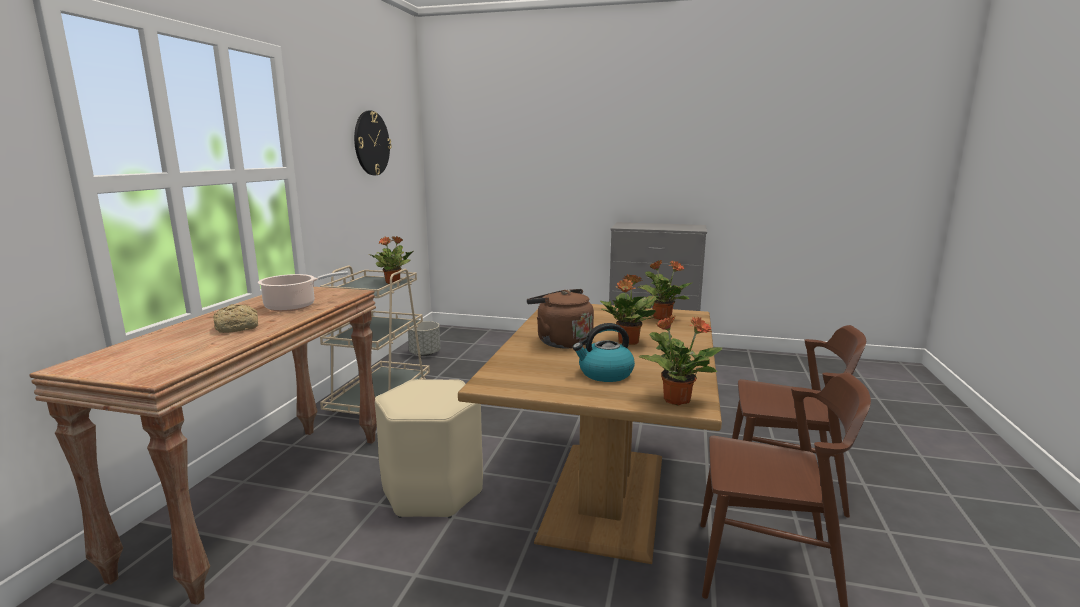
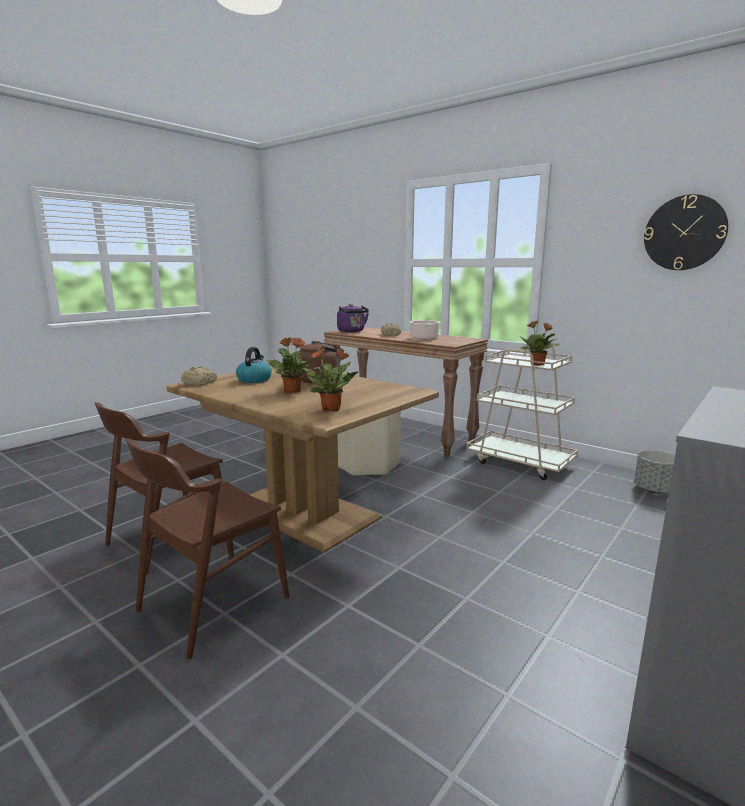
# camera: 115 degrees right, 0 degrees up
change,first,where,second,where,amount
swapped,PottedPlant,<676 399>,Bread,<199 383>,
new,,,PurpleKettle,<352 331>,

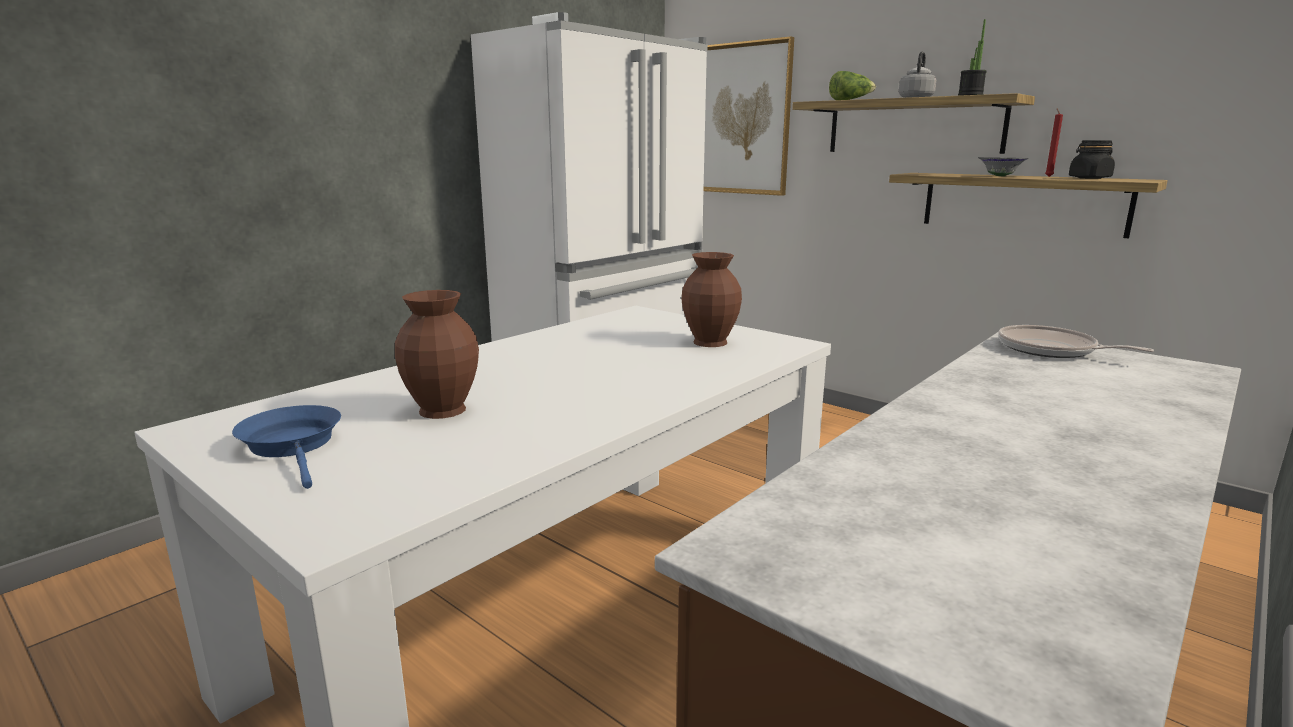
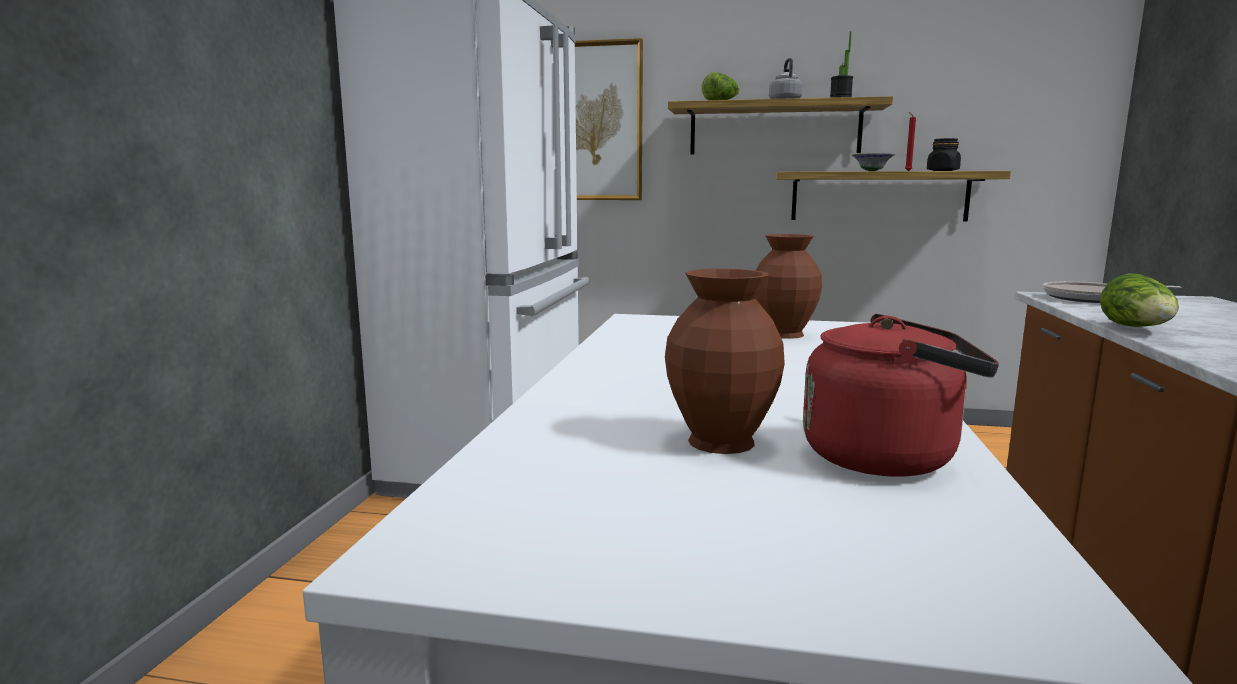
# camera: 30 degrees left, 5 degrees down
change,first,where,second,where,amount
new,,,RedKettle,<888 457>,
new,,,Lettuce,<1138 329>,
gone,BlueFryingPan,<293 445>,,,

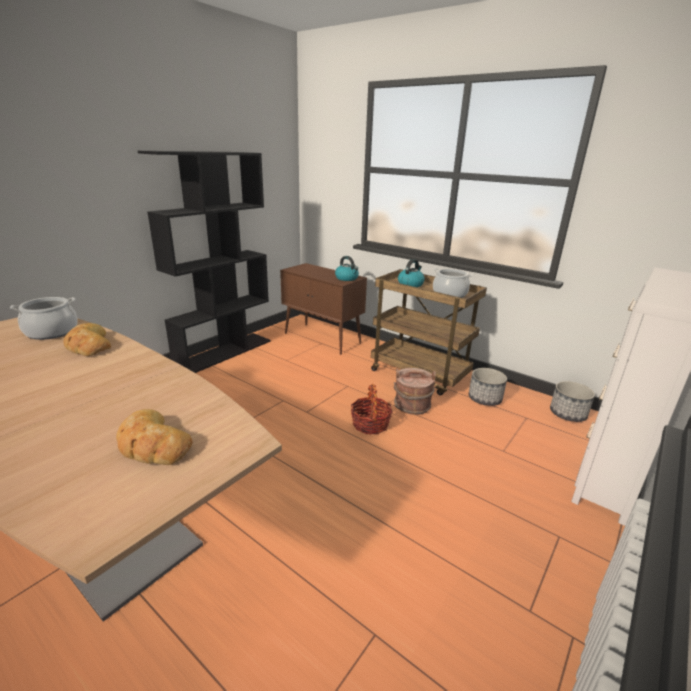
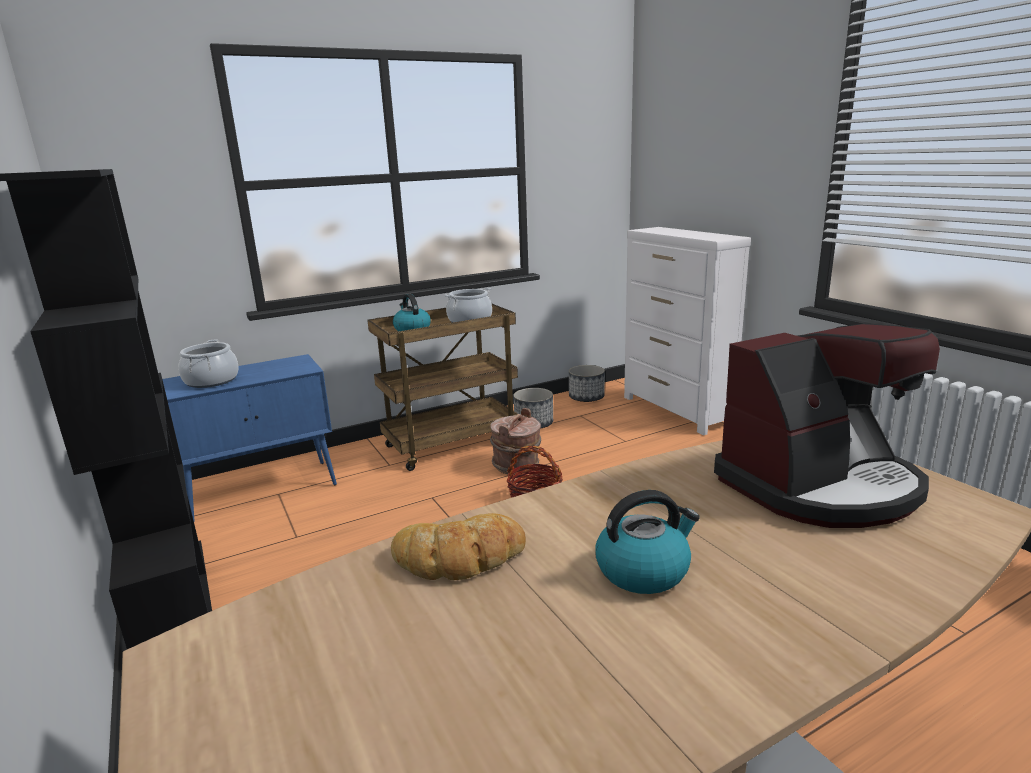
# camera: 65 degrees left, 5 degrees down
change,first,where,second,where,amount
repainted,BrownCabinet,<323 338>,BlueCabinet,<264 490>,
shifted,CookingPot,<52 332>,,<212 381>,
shifted,Kettle,<347 278>,,<643 570>,
swapped,Bread,<152 444>,CoffeeMachine,<820 485>,

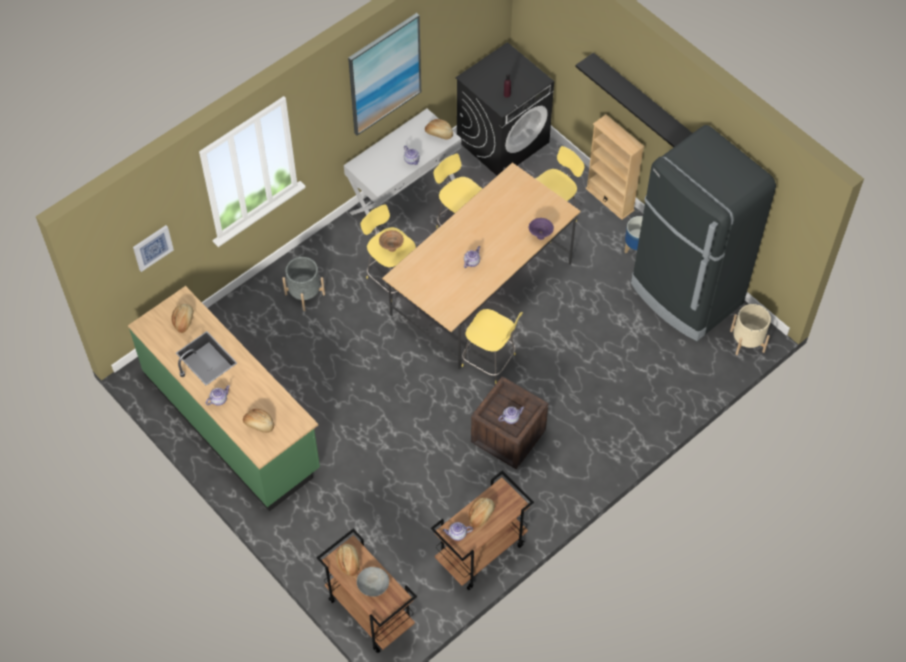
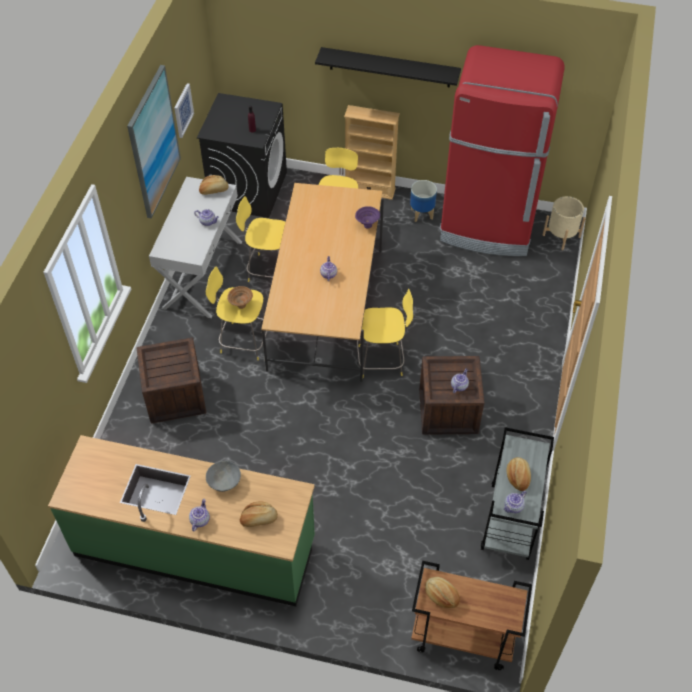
# camera: 35 degrees left, 5 degrees down
change,first,where,second,where,amount
swapped,GreyPlanter,<305 294>,Crate,<175 396>,
shifted,Picture,<152 247>,,<183 110>,
shifted,GreyBowl,<373 586>,,<224 482>,
repainted,BlackFridge,<686 295>,RedFridge,<488 227>,
repainted,BrownCart,<480 553>,GreyCart,<510 521>,
gone,Bread,<184 321>,,,

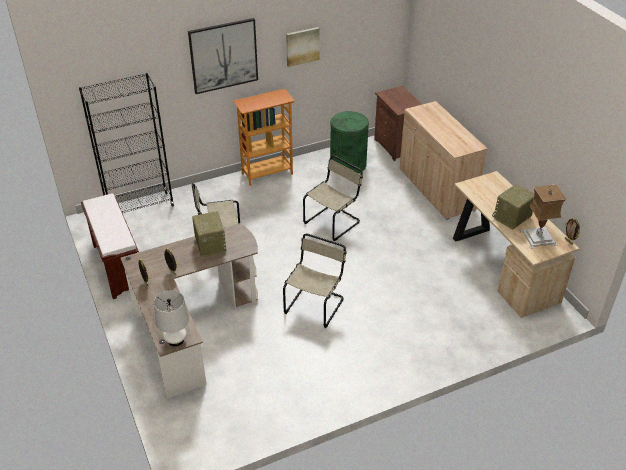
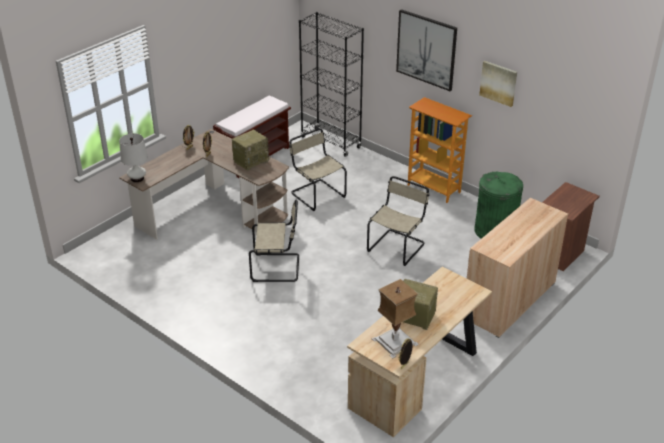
# camera: 65 degrees right, 5 degrees down
change,first,where,second,where,amount
rotated,BeigeChair,<333 222>,,<397 246>,75 degrees counterclockwise

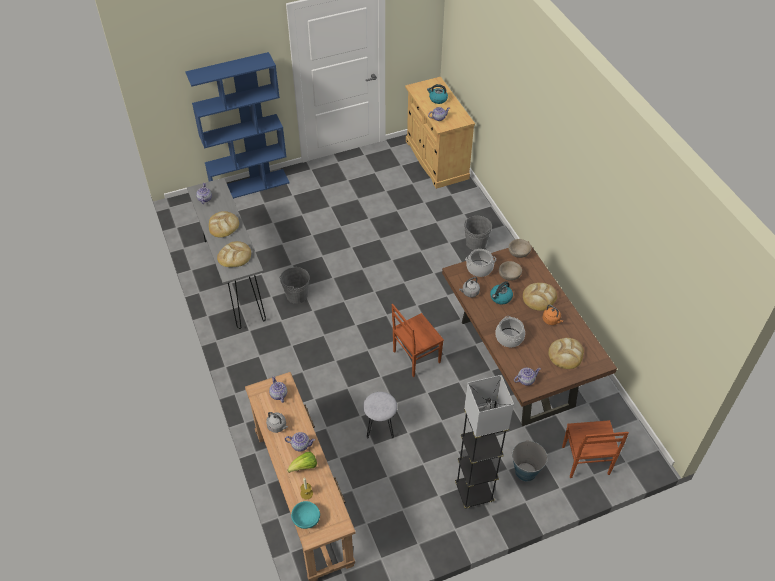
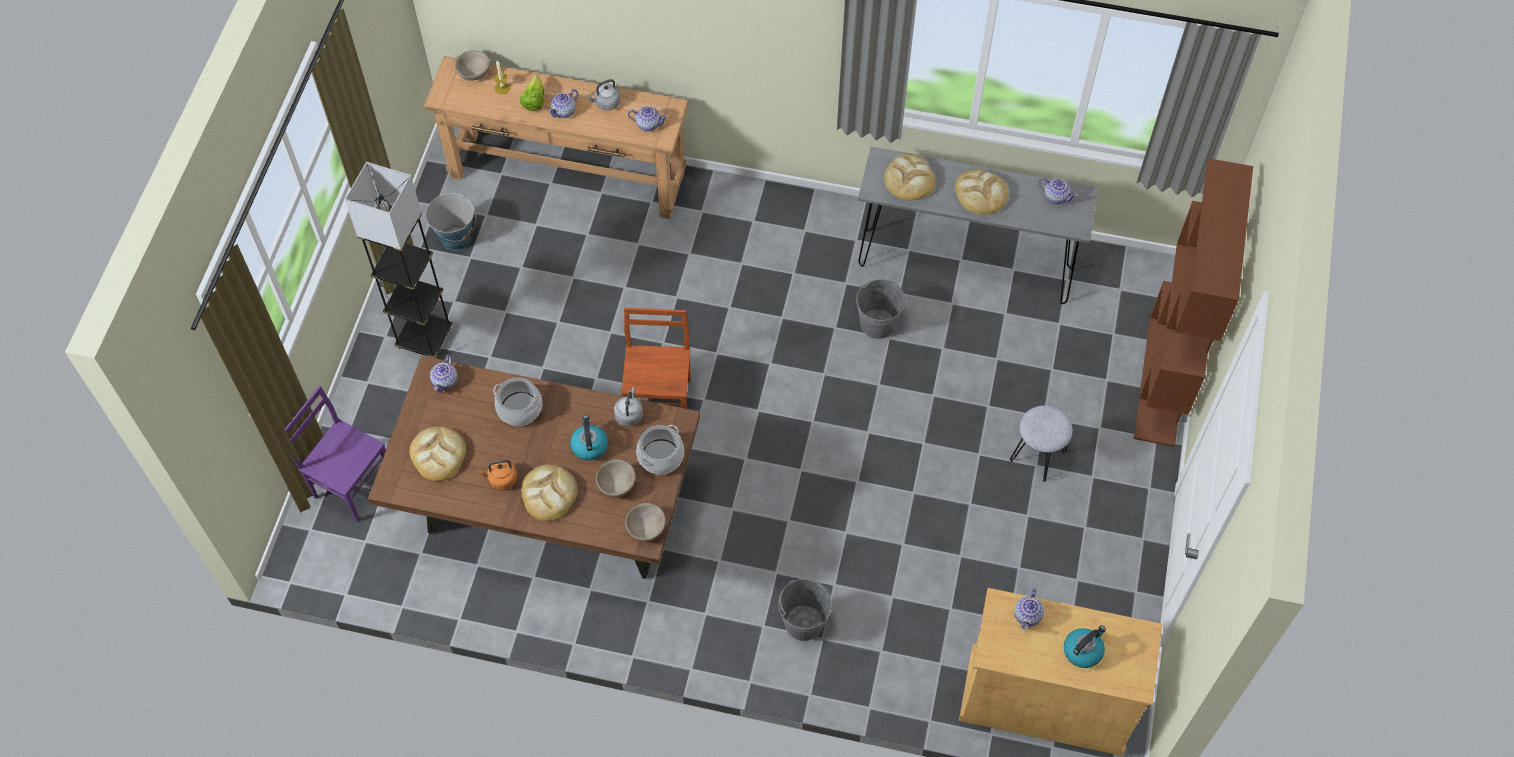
# camera: 125 degrees right, 10 degrees up
change,first,where,second,where,amount
repainted,BrownChair,<585 461>,PurpleChair,<353 484>,
shifted,Bucket,<525 471>,,<456 238>,
repainted,TurquoiseBowl,<306 519>,BeigeBowl,<474 73>,
shifted,GreyStool,<380 426>,,<1038 456>,
repainted,BlueBookcase,<250 185>,BrownBookcase,<1162 381>,

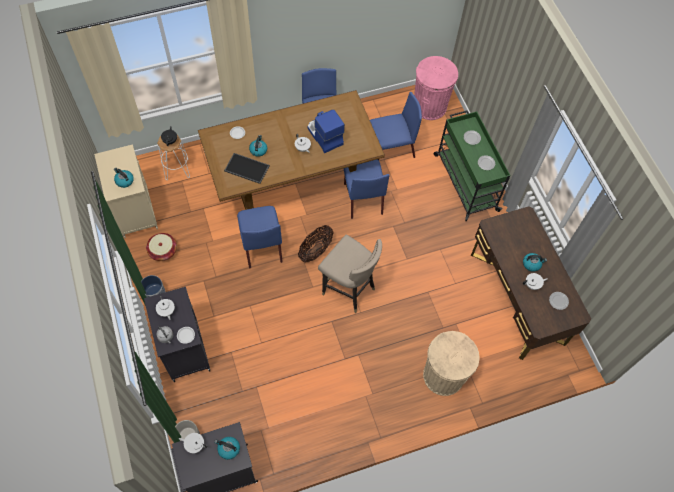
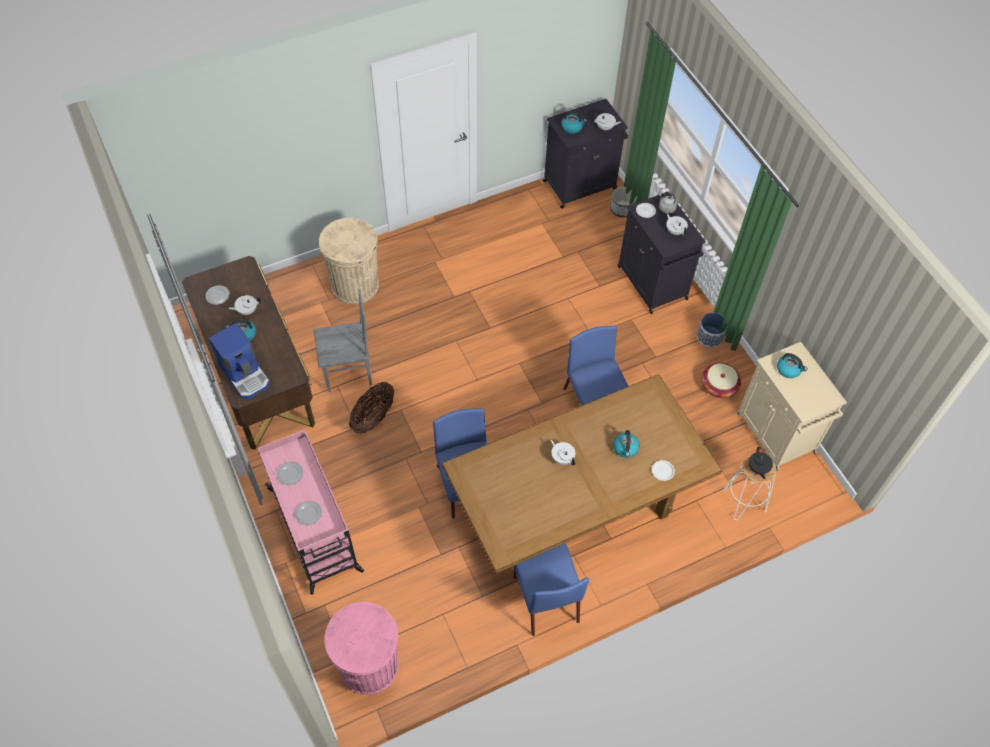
# camera: 175 degrees right, 5 degrees down
change,first,where,second,where,amount
shifted,CoffeeMachine,<324 136>,,<245 374>,
repainted,GreenCart,<465 181>,PinkCart,<315 531>,
new,,,GreyChair,<348 373>,
shifted,Basket,<315 250>,,<373 417>,
gone,Tray,<246 169>,,,
gone,BeigeStool,<348 289>,,,
gone,BlueChair,<390 149>,,,

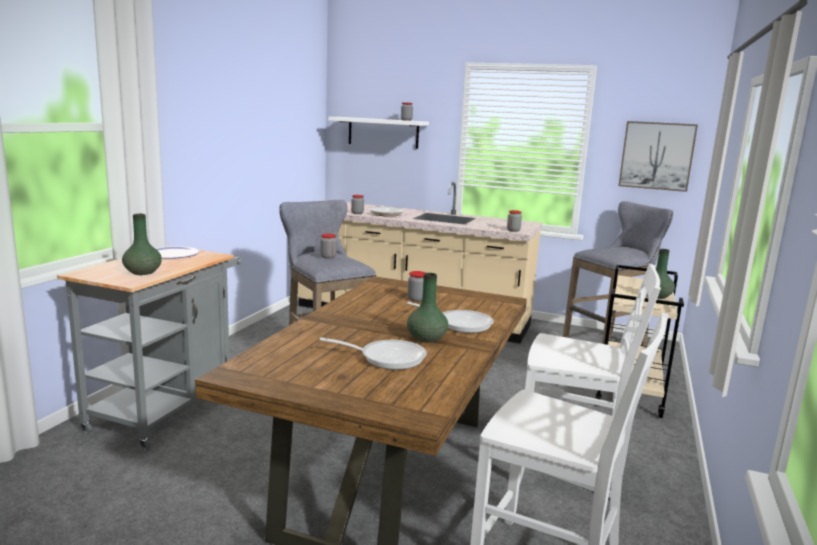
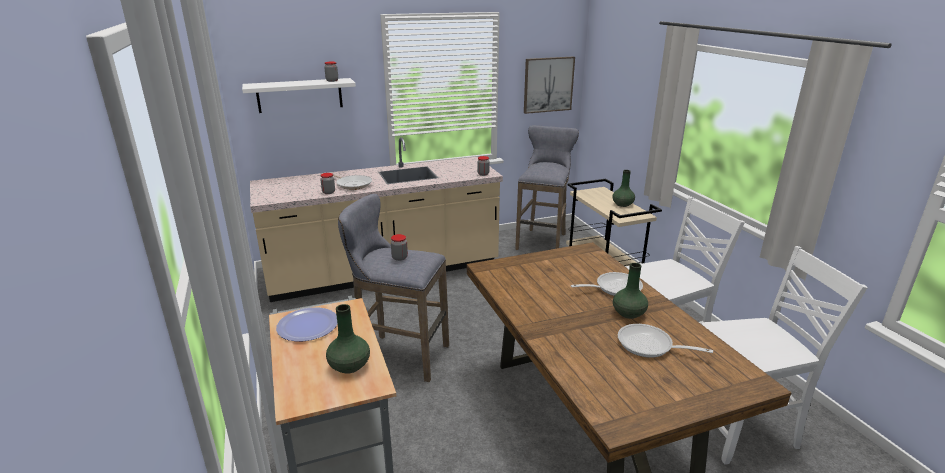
# camera: 40 degrees left, 10 degrees up
change,first,where,second,where,amount
rotated,FryingPan,<387 358>,,<649 346>,120 degrees counterclockwise
gone,Jar,<416 299>,,,

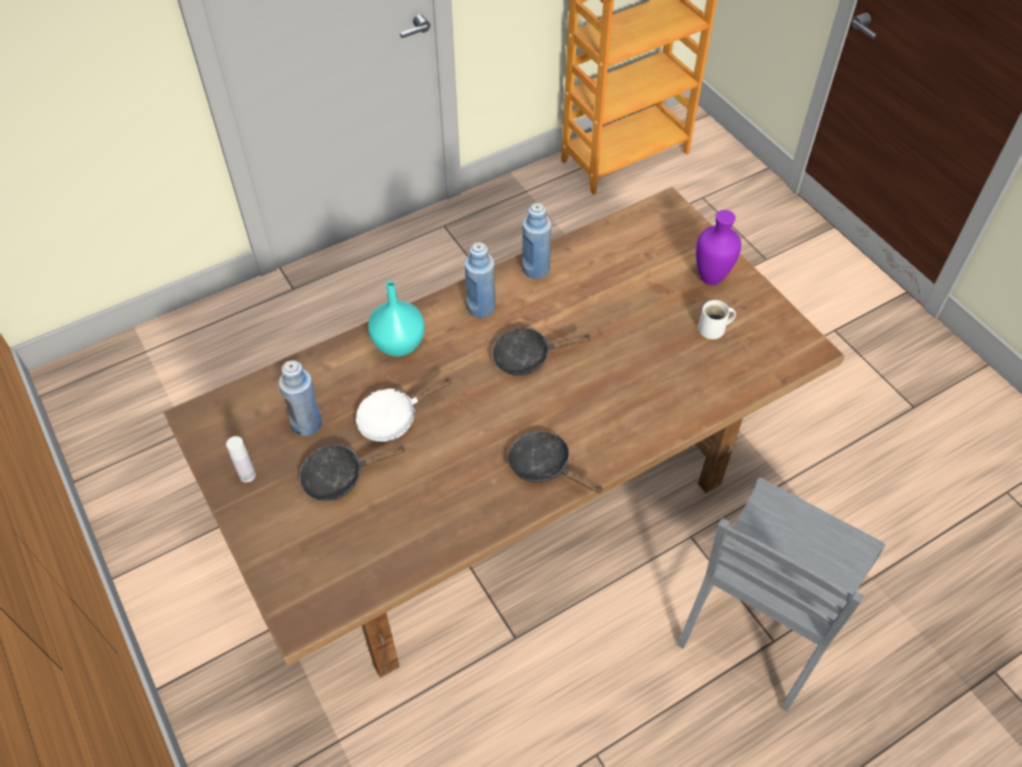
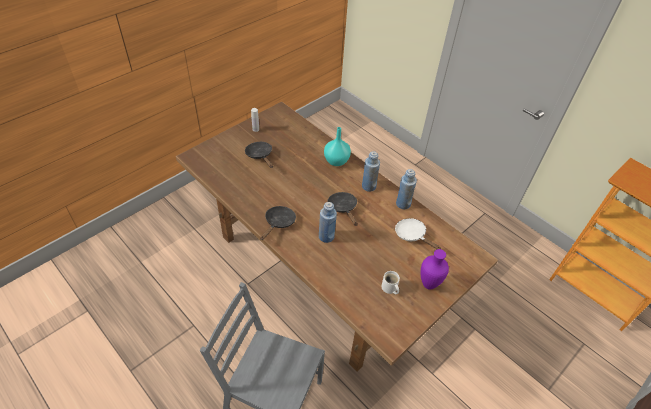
# camera: 75 degrees right, 5 degrees down
change,first,where,second,where,amount
shifted,BlueBottle,<307 423>,,<326 236>,
shifted,WhiteFryingPan,<393 418>,,<412 235>,

